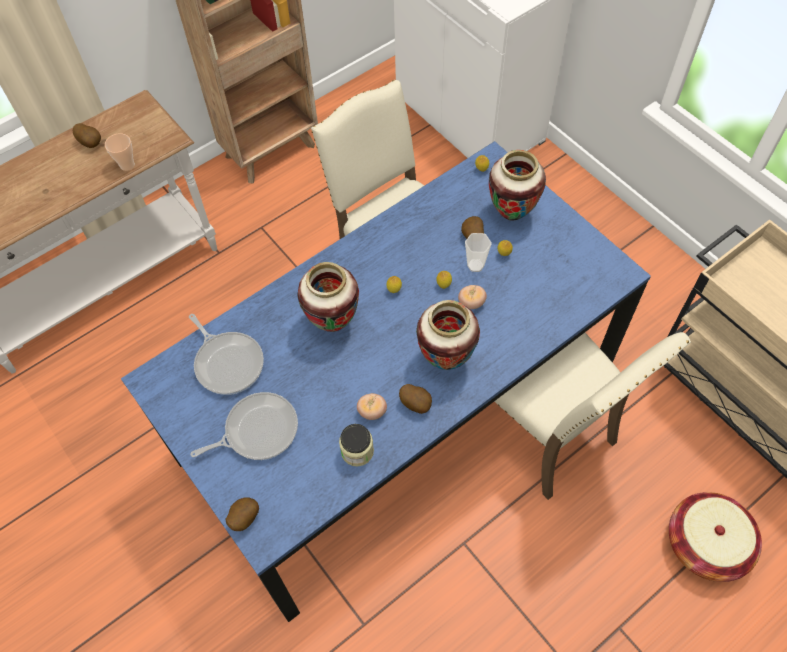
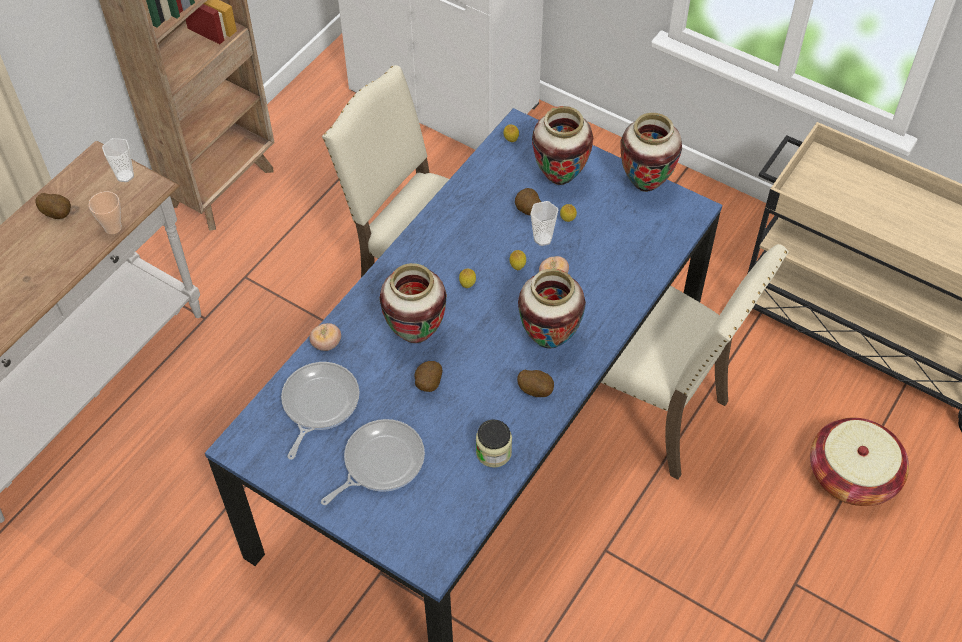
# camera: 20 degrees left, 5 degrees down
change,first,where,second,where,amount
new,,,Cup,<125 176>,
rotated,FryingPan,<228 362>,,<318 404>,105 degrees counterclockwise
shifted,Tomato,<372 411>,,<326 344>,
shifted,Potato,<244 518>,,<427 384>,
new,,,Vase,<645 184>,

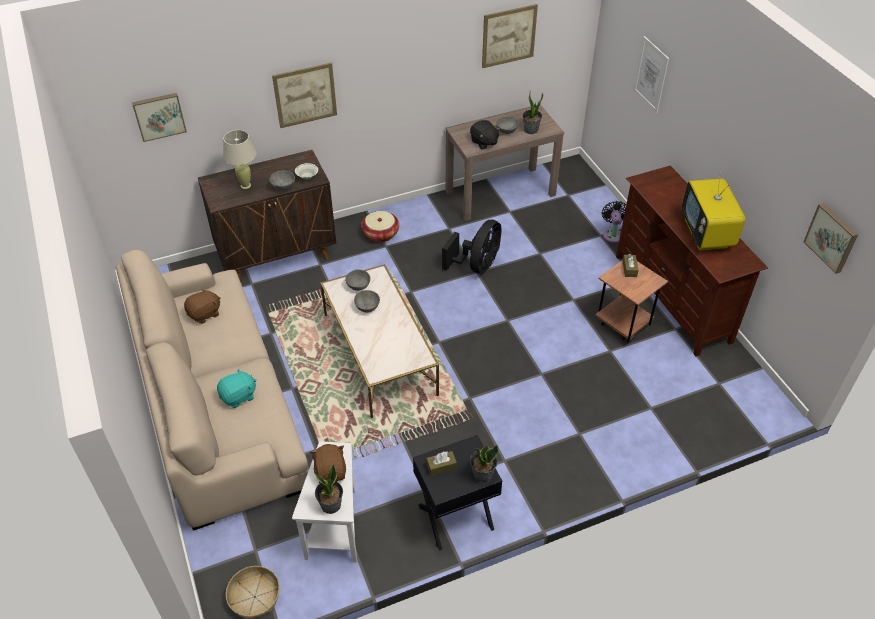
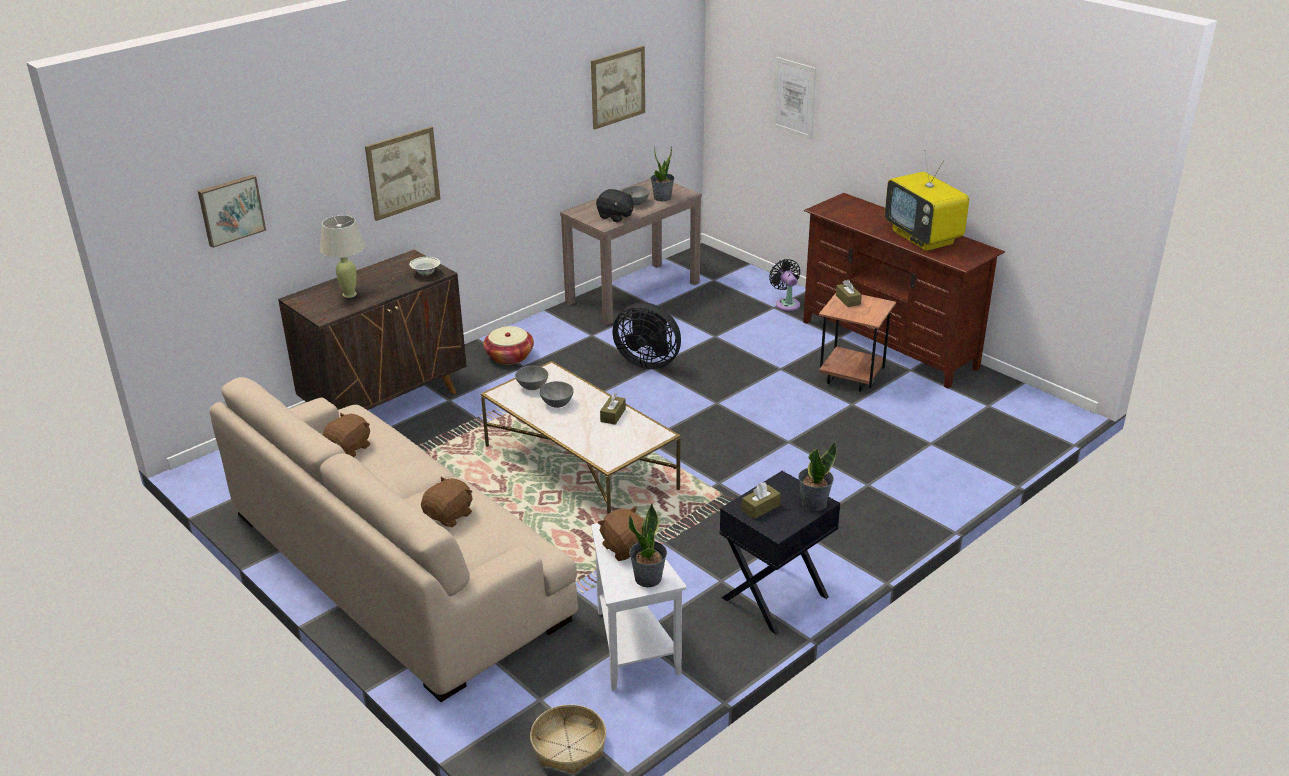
# camera: 20 degrees left, 15 degrees down
change,first,where,second,where,amount
repainted,TurquoisePlushToy,<239 396>,BrownPlushToy,<449 515>,
new,,,BrownTissueBox,<613 415>,
rotated,BlackFan,<477 265>,,<648 361>,105 degrees clockwise
gone,GreyBowl,<283 187>,,,
gone,Picture,<832 237>,,,

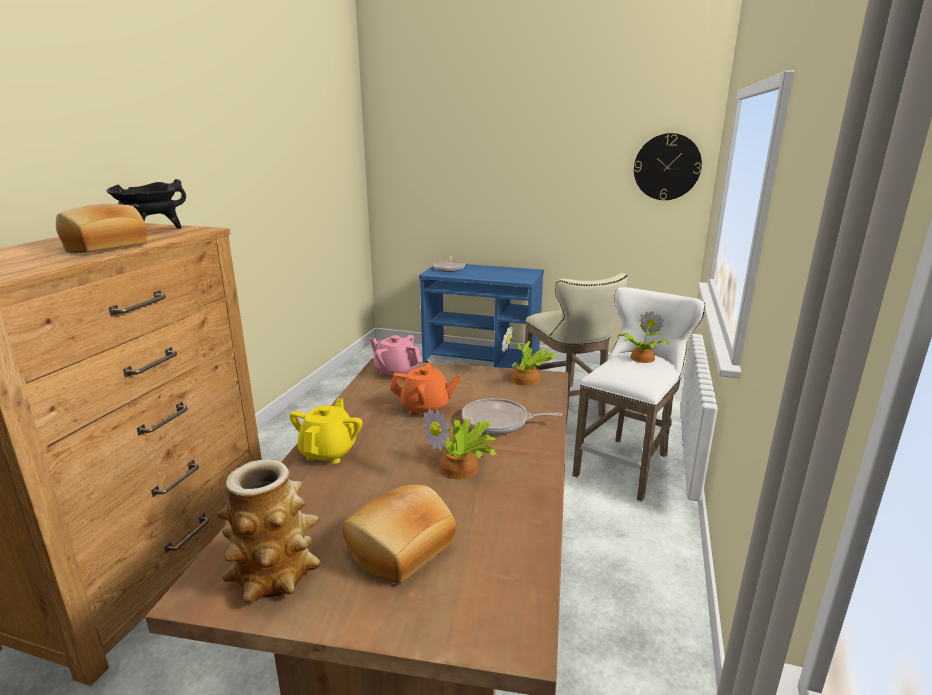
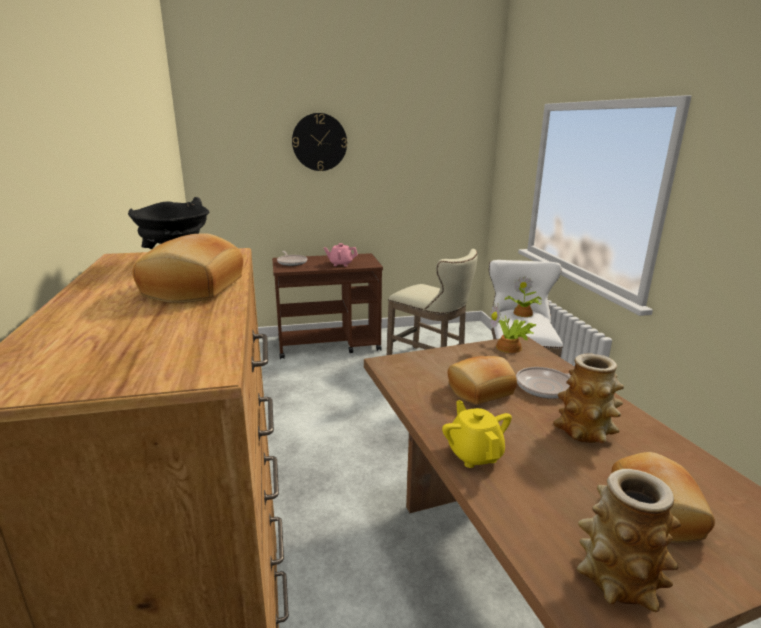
# camera: 30 degrees left, 0 degrees up
change,first,where,second,where,amount
repainted,BlueCart,<482 363>,BrownCart,<329 344>,
shifted,WallClock,<667 167>,,<319 142>,
shifted,PinkTeapot,<396 372>,,<340 264>,
swapped,OrangeTeapot,<425 408>,Bread,<481 391>,
swapped,PottedPlant,<461 468>,Vase,<584 431>,

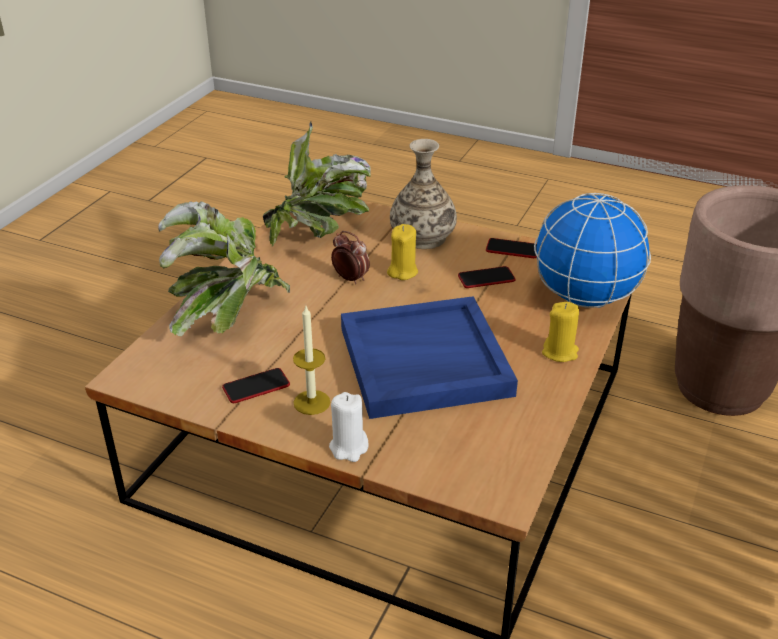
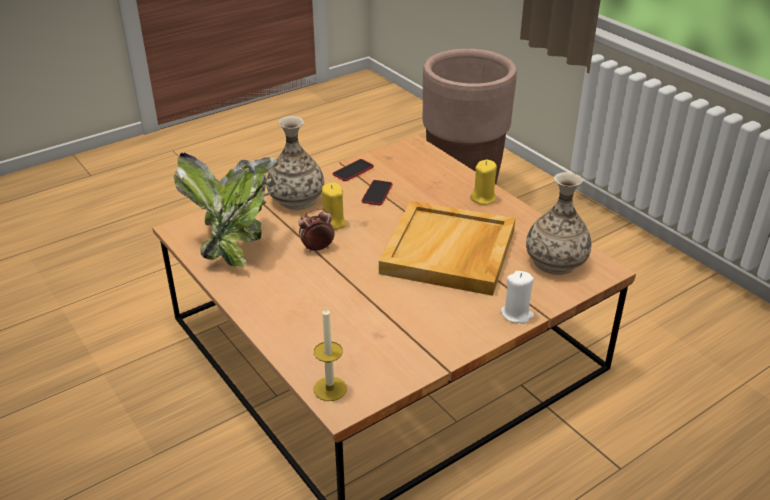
# camera: 60 degrees left, 0 degrees up
change,first,where,second,where,amount
shifted,Candle,<312 402>,,<330 389>,
repainted,BlueTray,<423 362>,BeigeTray,<449 252>,
new,,,Vase,<555 261>,
gone,PottedPlant,<228 313>,,,
gone,Phone,<256 386>,,,
gone,Globe,<584 298>,,,

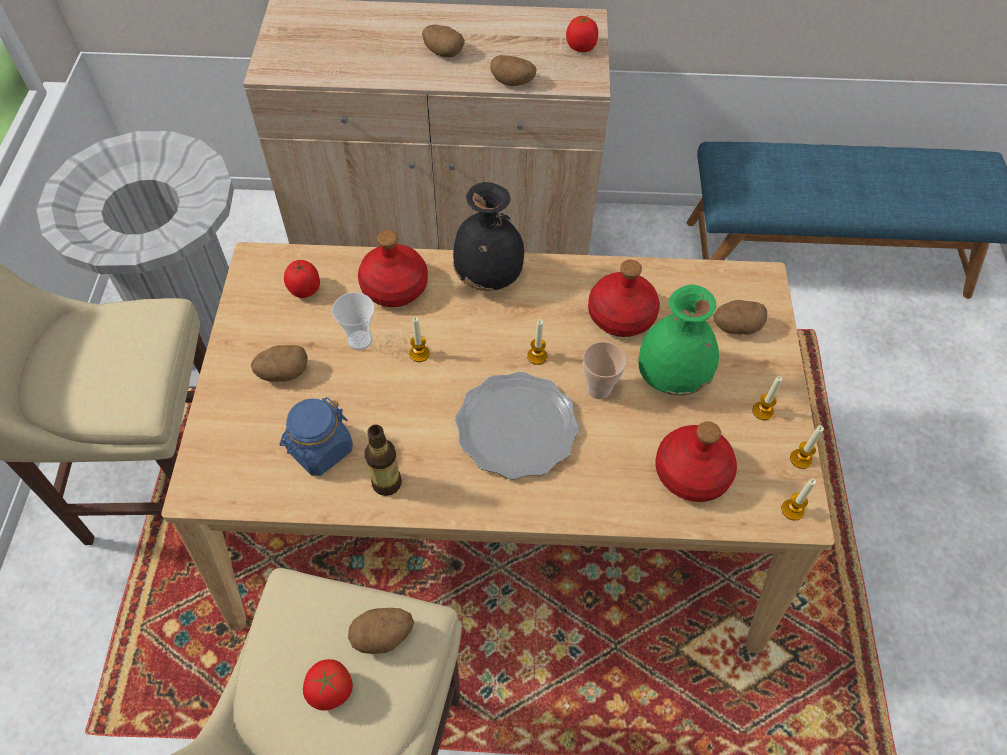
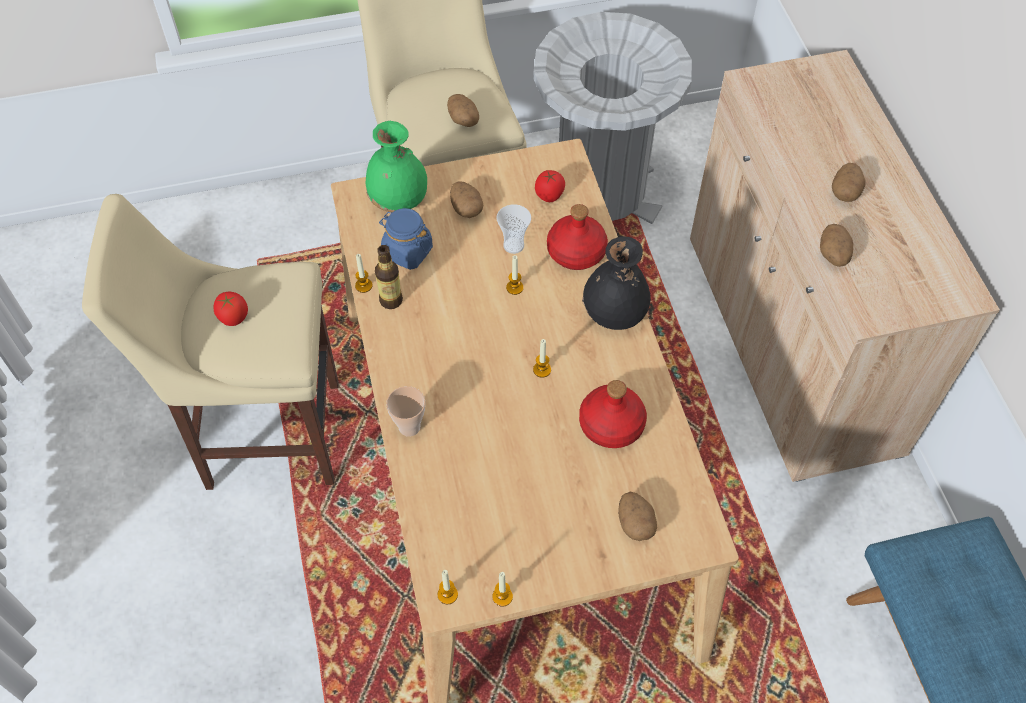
# camera: 75 degrees right, 0 degrees up
change,first,where,second,where,amount
shifted,Candle,<762 411>,,<363 285>,
shifted,GreenVase,<672 375>,,<399 201>,
shifted,Cup,<598 389>,,<409 427>,
shifted,Potato,<383 635>,,<464 120>,
gone,Plate,<516 428>,,,
gone,Tomato,<581 47>,,,
gone,RedBottle,<691 471>,,,

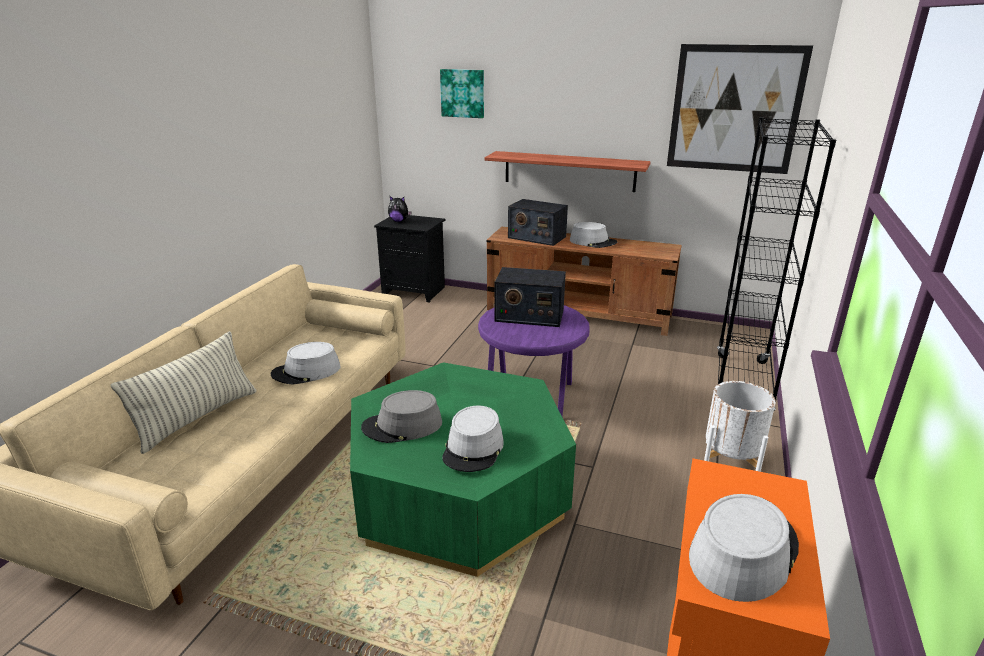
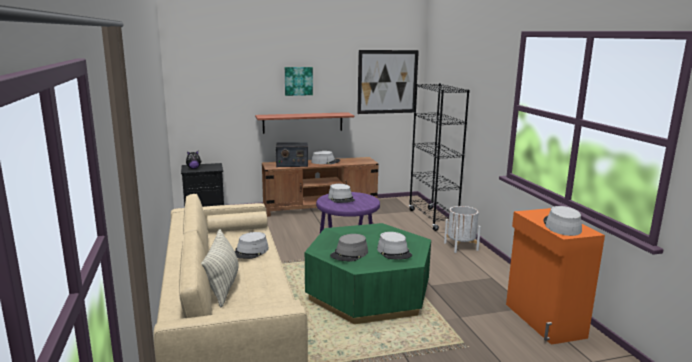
# camera: 35 degrees left, 10 degrees down
change,first,where,second,where,amount
shifted,Picture,<463 93>,,<298 81>,
swapped,Radio,<529 315>,GreyHat,<341 198>,

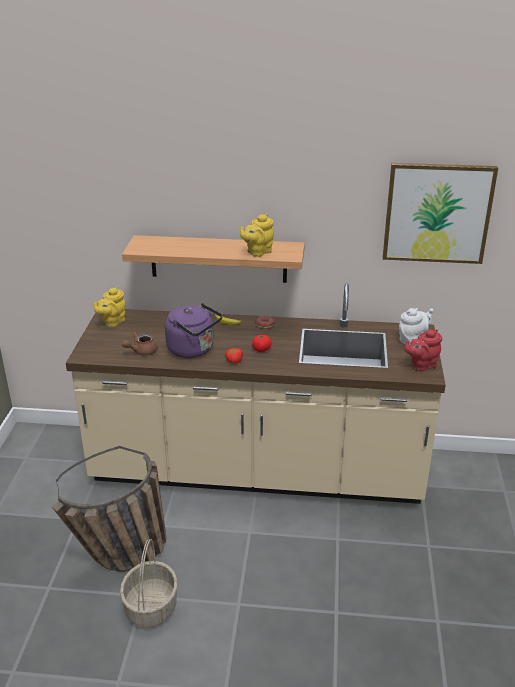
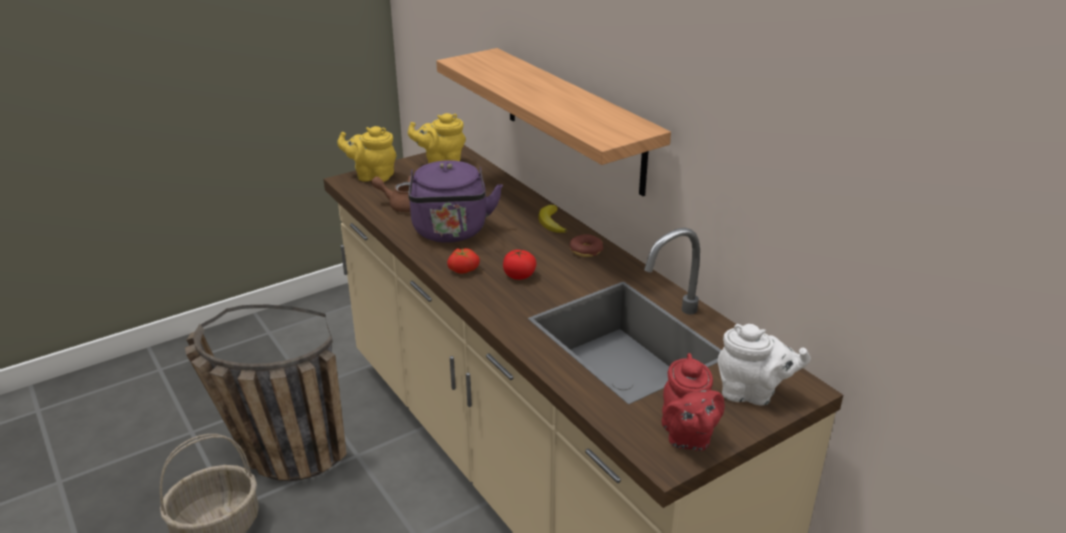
# camera: 50 degrees right, 0 degrees up
change,first,where,second,where,amount
shifted,YellowTeapot,<257 252>,,<372 176>,
rotated,RedTeapot,<421 365>,,<687 437>,120 degrees counterclockwise
gone,Picture,<437 213>,,,

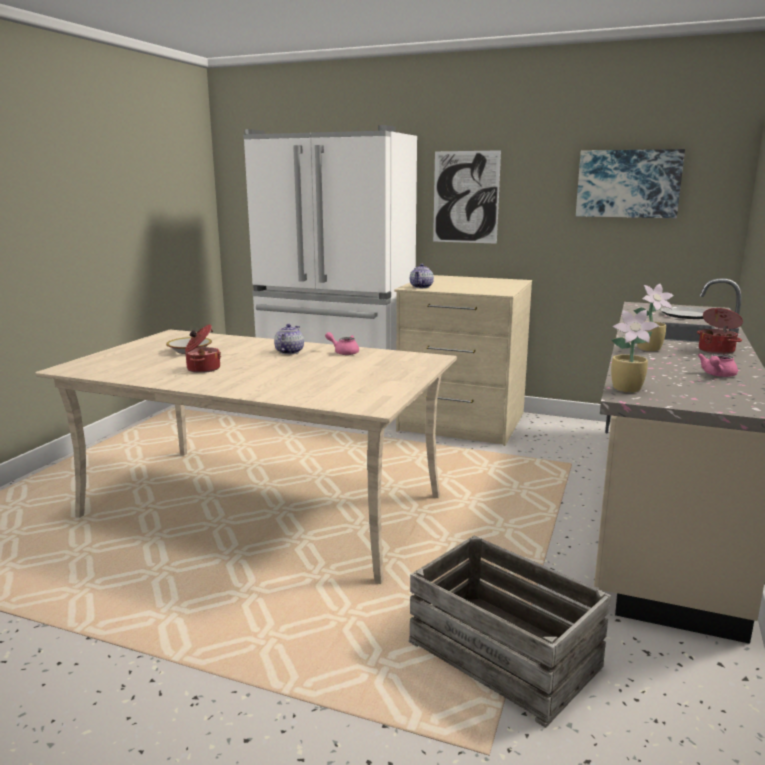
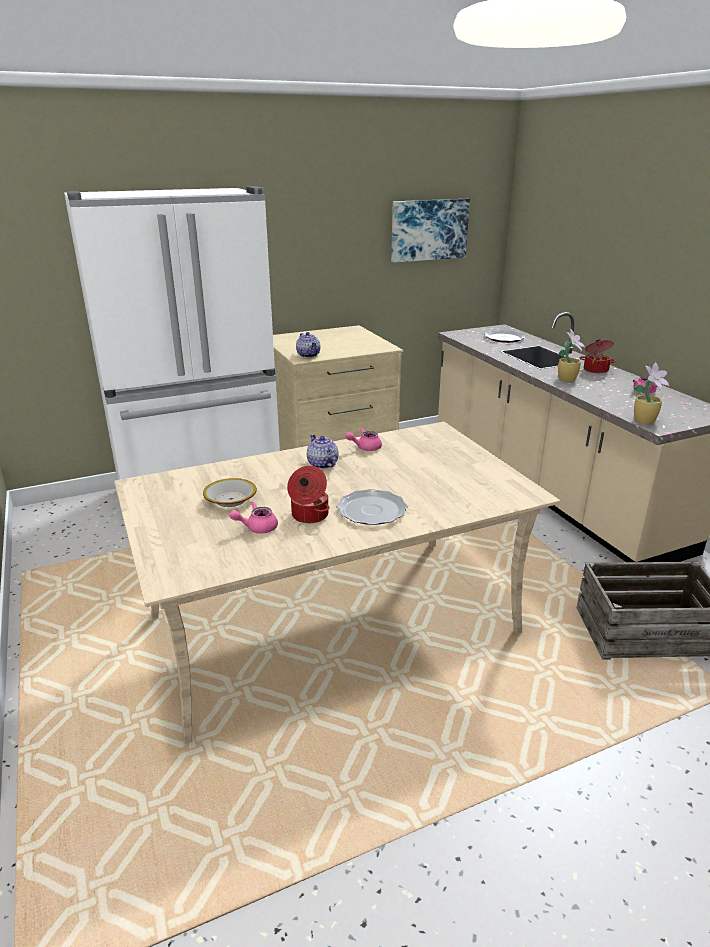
# camera: 45 degrees left, 10 degrees up
change,first,where,second,where,amount
new,,,PinkTeapot,<257 528>,
new,,,Plate,<371 510>,
gone,Picture,<466 197>,,,

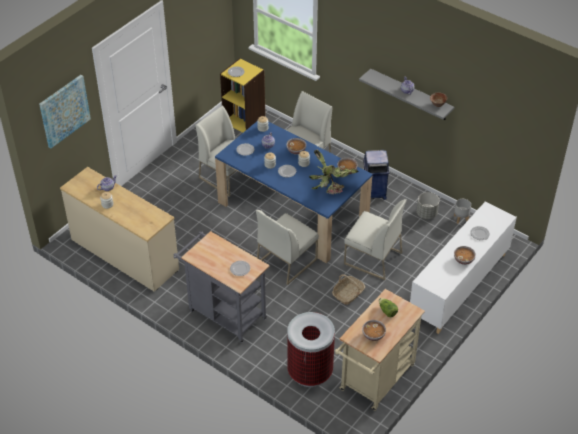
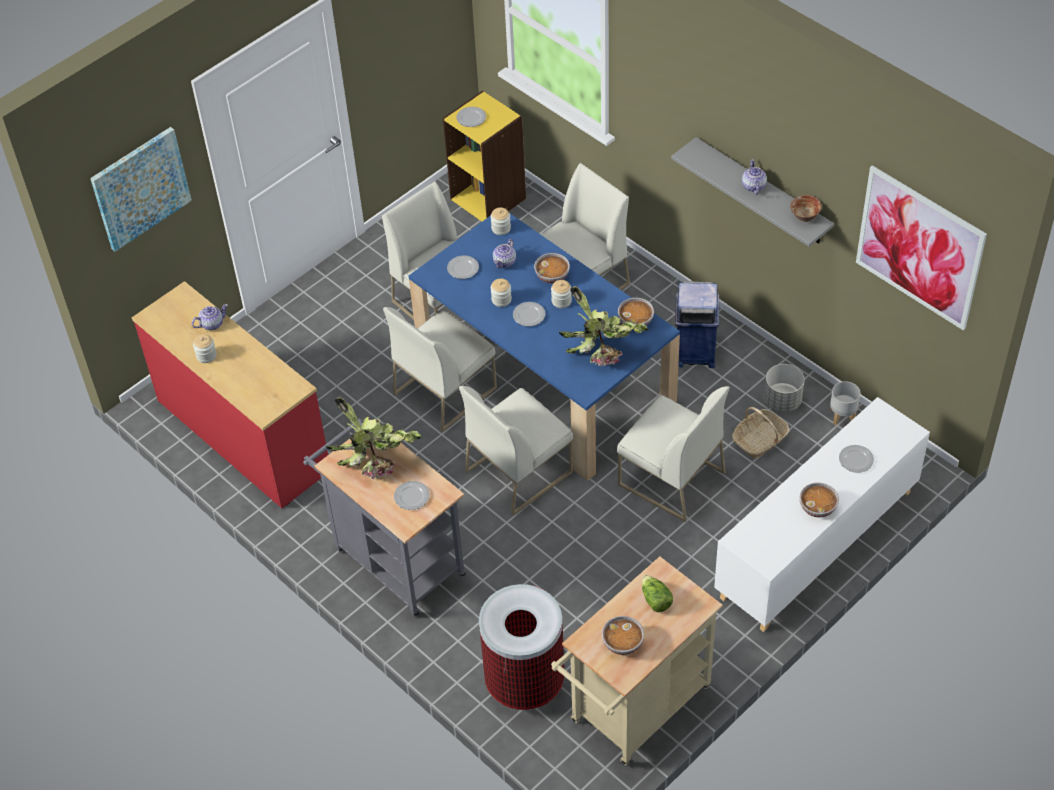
# camera: 10 degrees right, 5 degrees up
change,first,where,second,where,amount
repainted,BeigeDresser,<124 255>,RedDresser,<242 436>,
new,,,PottedPlant,<378 461>,
new,,,WhiteChair,<445 390>,
shifted,Basket,<348 294>,,<760 440>,
new,,,Picture,<919 247>,

